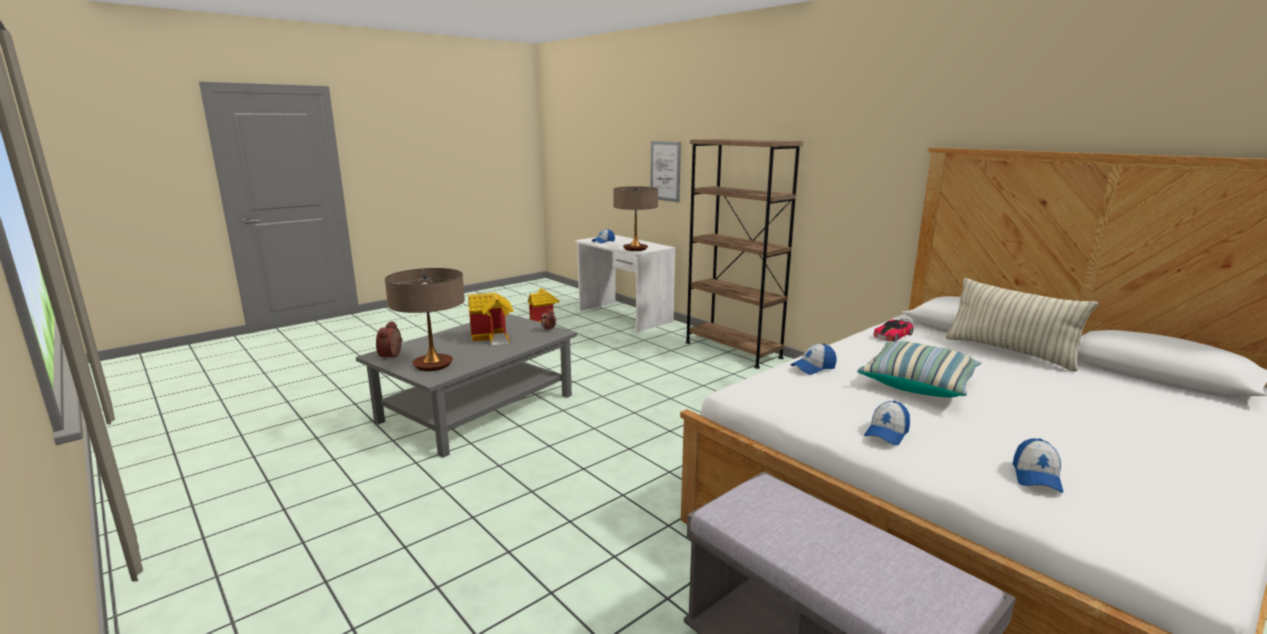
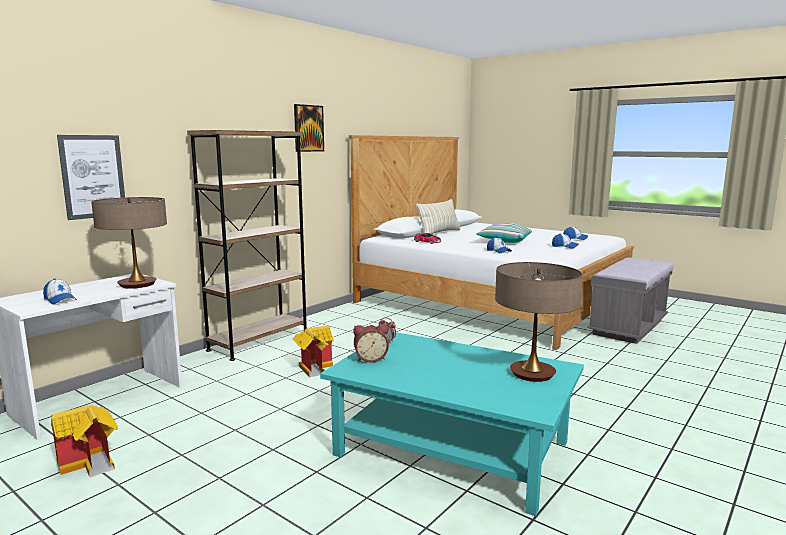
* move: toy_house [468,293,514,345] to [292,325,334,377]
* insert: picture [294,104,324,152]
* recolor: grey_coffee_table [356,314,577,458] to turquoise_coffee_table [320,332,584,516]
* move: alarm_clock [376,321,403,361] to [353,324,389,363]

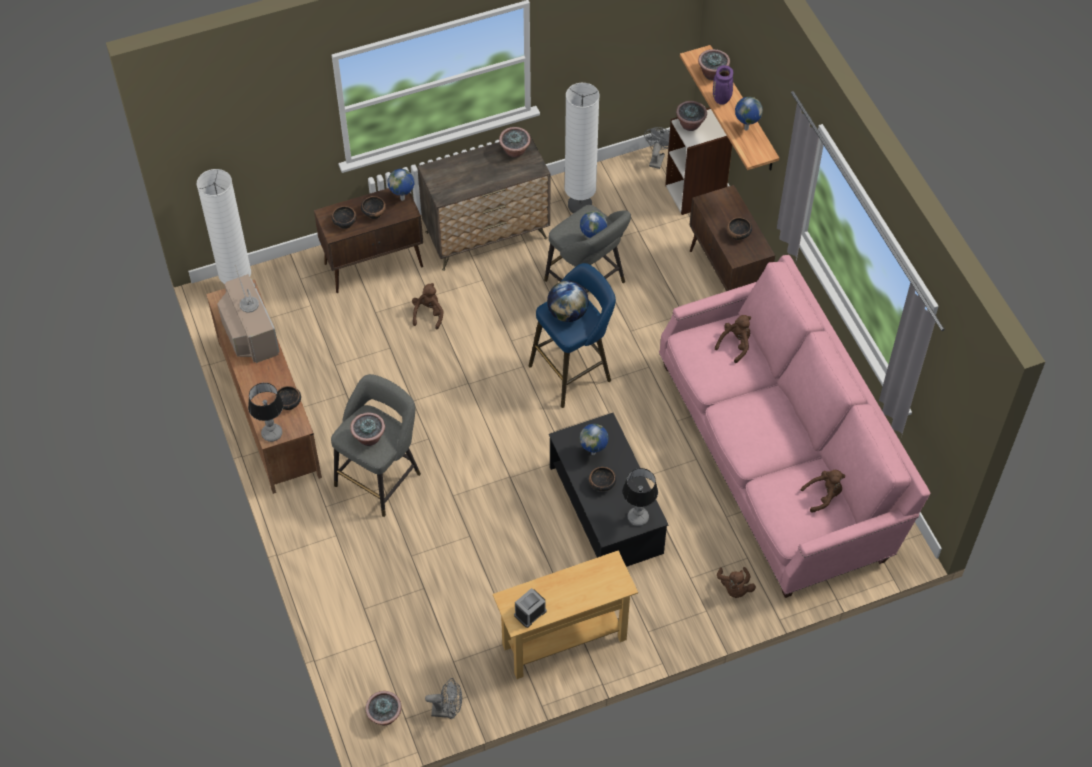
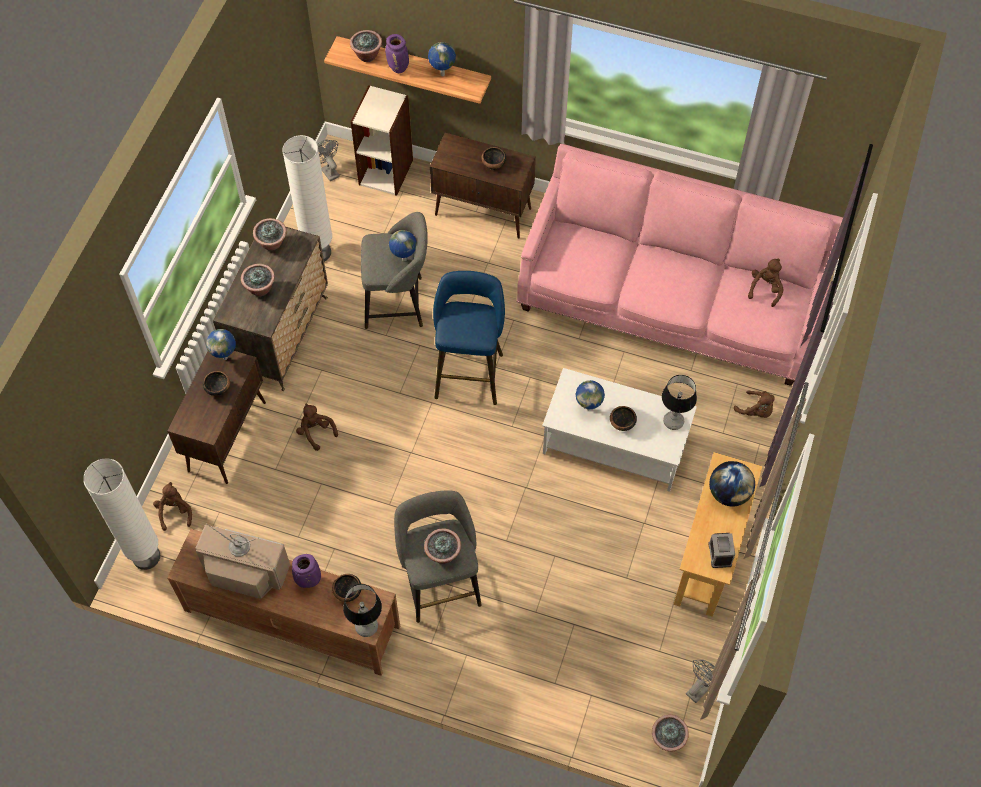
* move: brown_plush_toy [715,315,751,363] to [153,482,192,531]
* move: potted_plant [676,101,707,131] to [241,264,275,297]
* insert: purple_vase [292,554,321,588]
* recolor: black_coffee_table [549,413,669,567] to white_coffee_table [542,368,697,492]
* move: globe [547,281,589,322] to [709,461,755,506]
* delete: bowl [331,206,357,229]

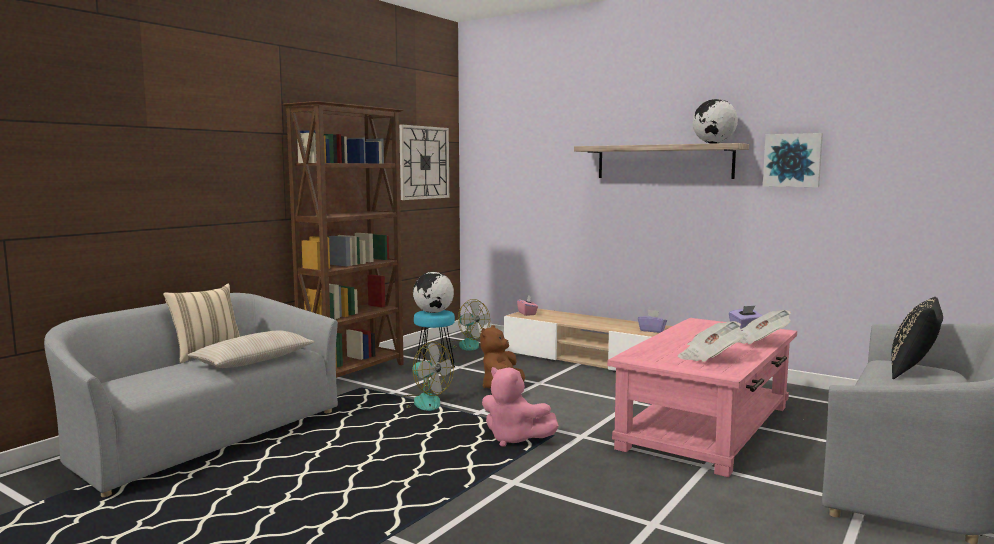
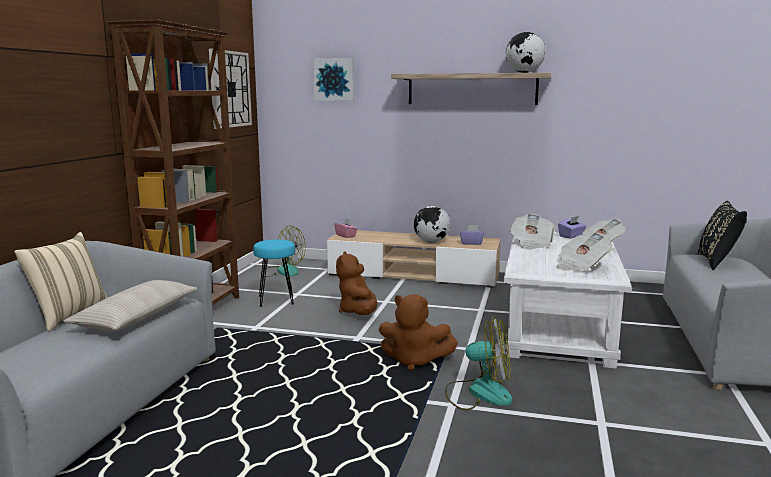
* move: picture [763,133,823,187] to [313,58,354,101]
* recolor: pink_plush_toy [482,367,559,447] to brown_plush_toy [379,294,458,370]
* move: globe [413,272,454,313] to [414,206,450,243]
* move: fan [402,341,454,411] to [445,316,512,410]
* recolor: pink_coffee_table [607,318,797,477] to white_coffee_table [504,232,632,369]
* insert: newspaper [510,214,556,250]

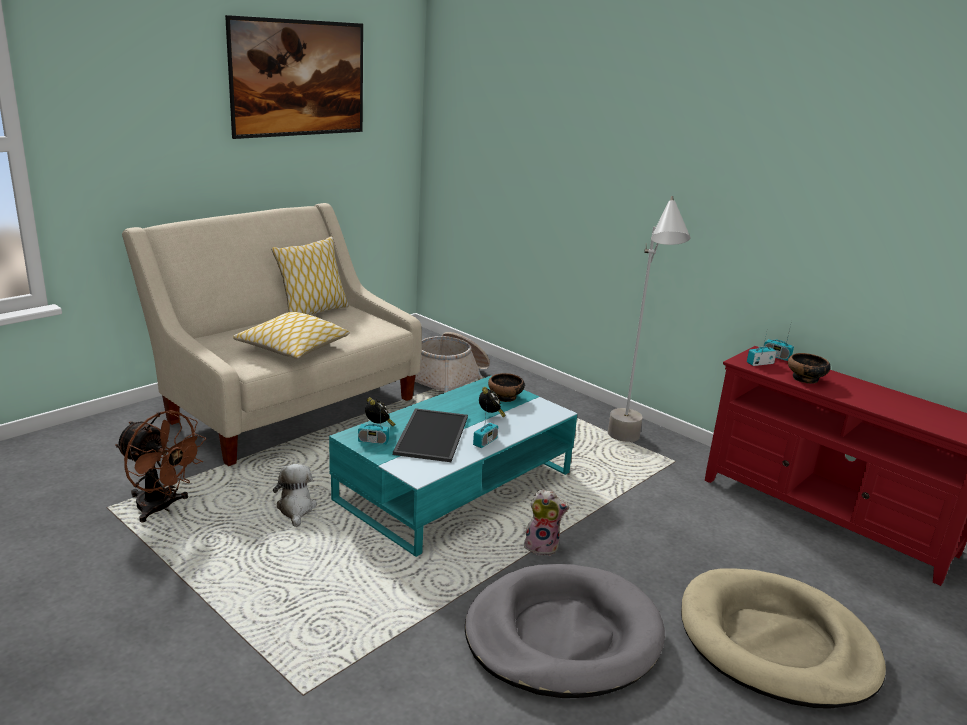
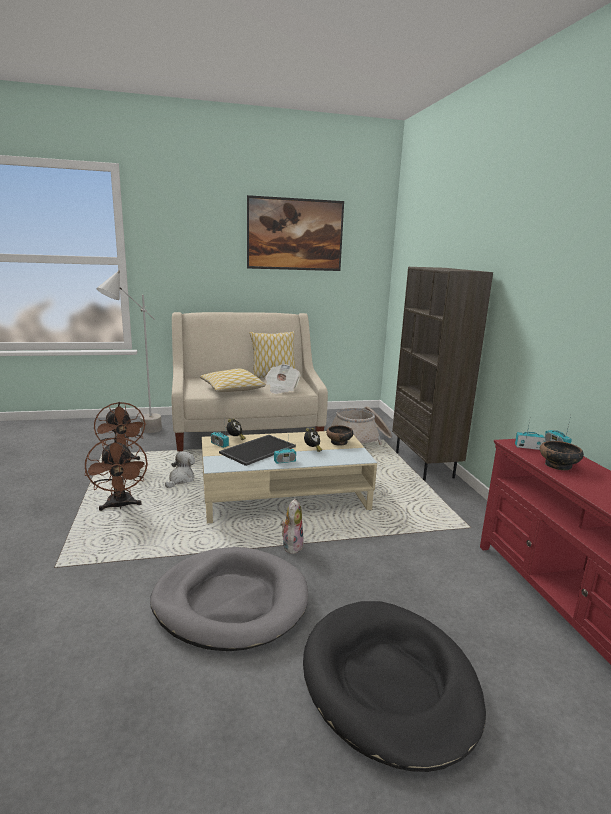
* insert: brown_fan [85,437,148,511]
* move: grey_floor_lamp [608,196,690,442] to [97,270,162,433]
* recolor: turquoise_coffee_table [329,376,577,557] to beige_coffee_table [202,431,377,523]
* insert: newspaper [265,364,301,394]
* rotate: plush_toy [524,489,570,556] = [281,499,304,554] 120 degrees counterclockwise
* recolor: beige_dog_bed [681,568,886,708] to black_dog_bed [303,601,486,772]
* insert: brown_bookcase [392,267,493,481]

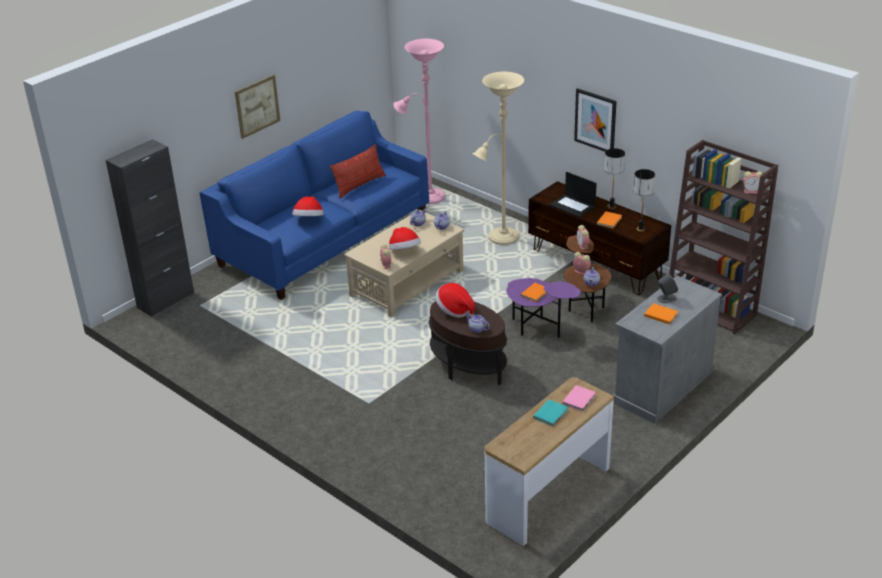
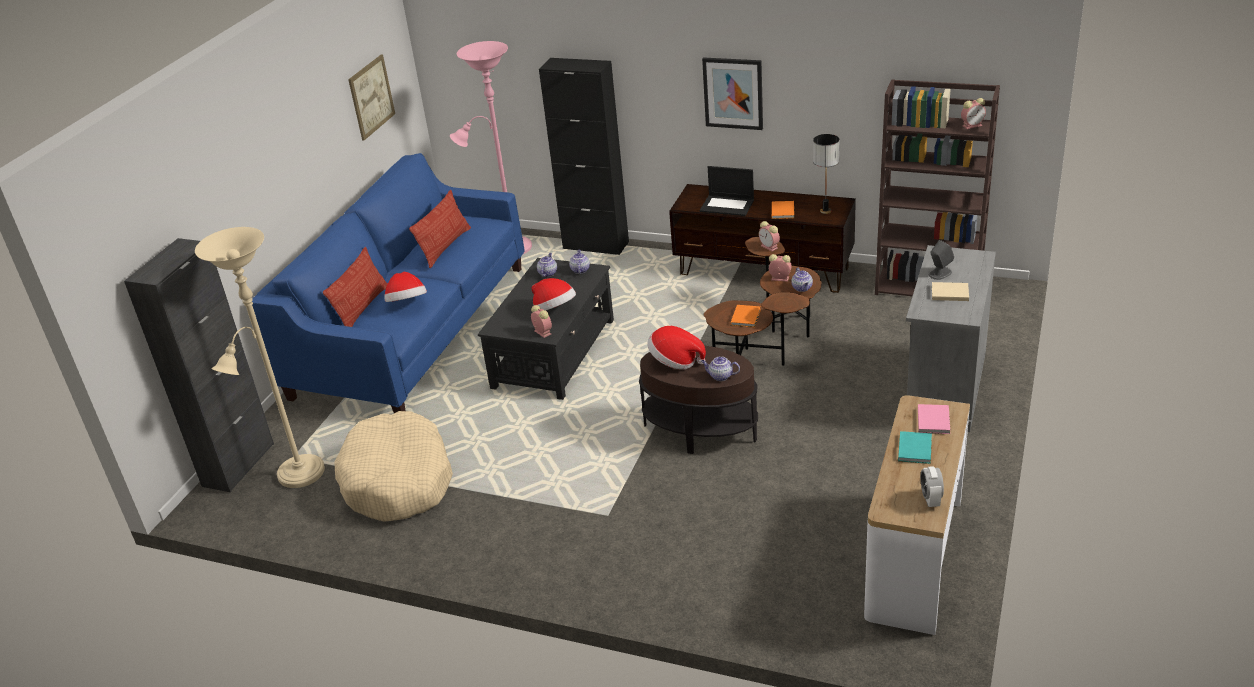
* move: beige_floor_lamp [472,72,524,245] to [195,227,325,488]
* insert: pillow [323,247,387,327]
* insert: beige_dog_bed [334,411,453,522]
* move: picture [235,75,280,139] to [348,55,395,140]
* recolor: beige_coffee_table [344,210,464,317] to black_coffee_table [478,258,614,400]
* insert: black_cabinet [539,58,629,255]
* recolor: purple_side_table [506,278,581,338] to brown_side_table [703,292,810,366]
* insert: alarm_clock [921,466,944,507]
* recolor: orange_book [644,303,678,324] to beige_book [932,282,969,301]
* delete: table_lamp [604,148,625,209]

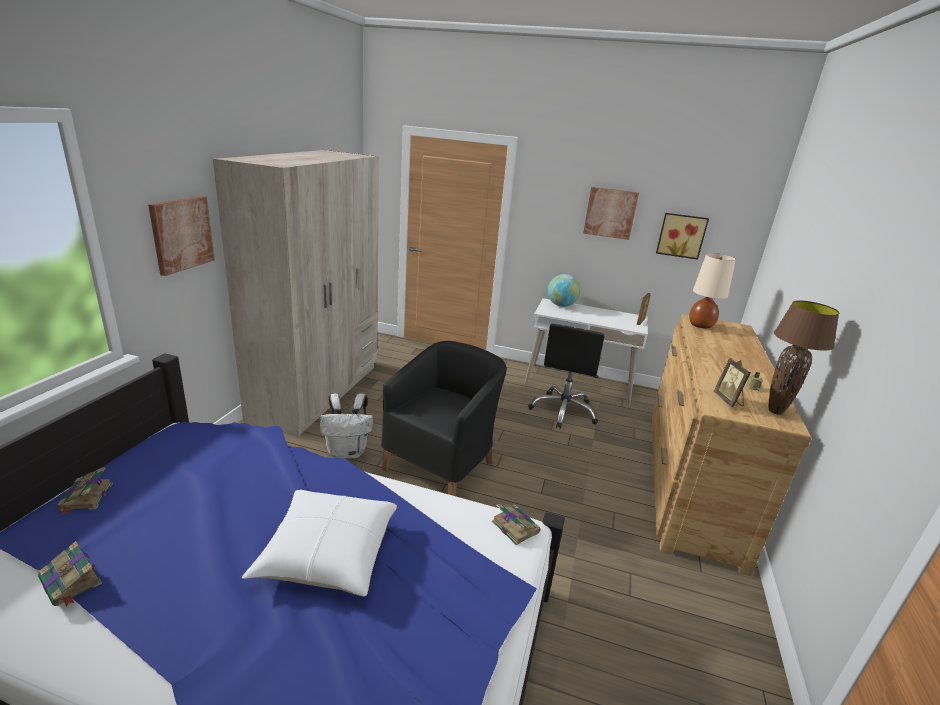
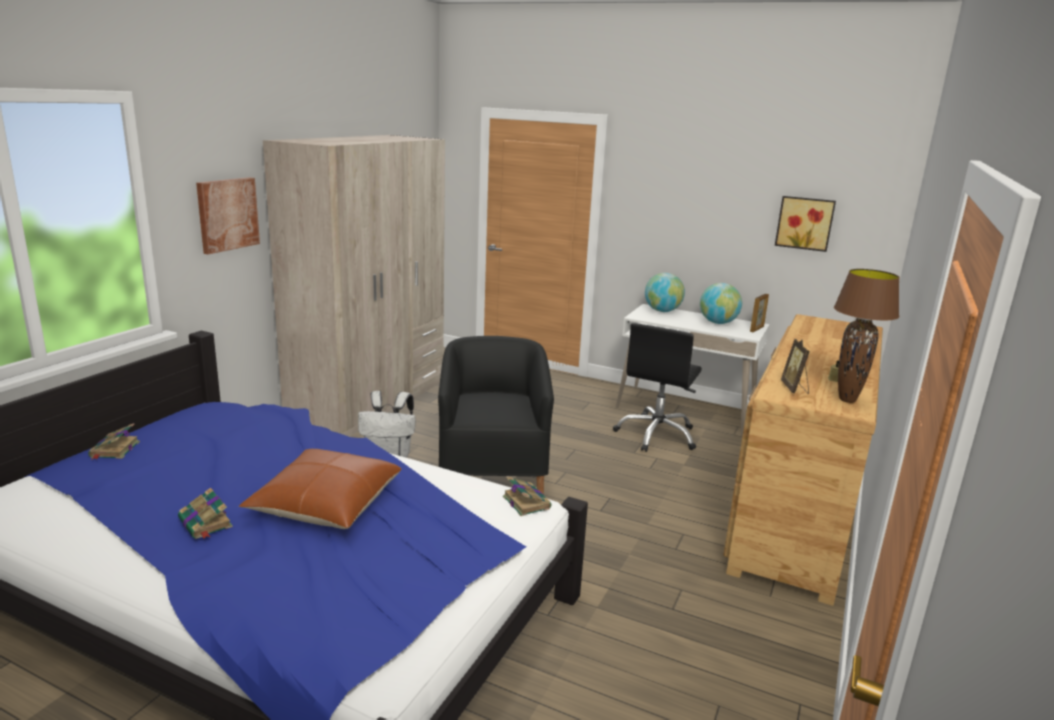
* move: book [38,541,102,607] to [178,488,233,539]
* recolor: white_pillow [242,490,397,596] to brown_pillow [239,449,401,529]
* rotate: black_armchair [381,341,507,496] = [438,336,554,495] 45 degrees counterclockwise
* insert: globe [700,283,742,324]
* delete: picture [583,187,639,240]
* delete: beige_table_lamp [689,253,736,329]

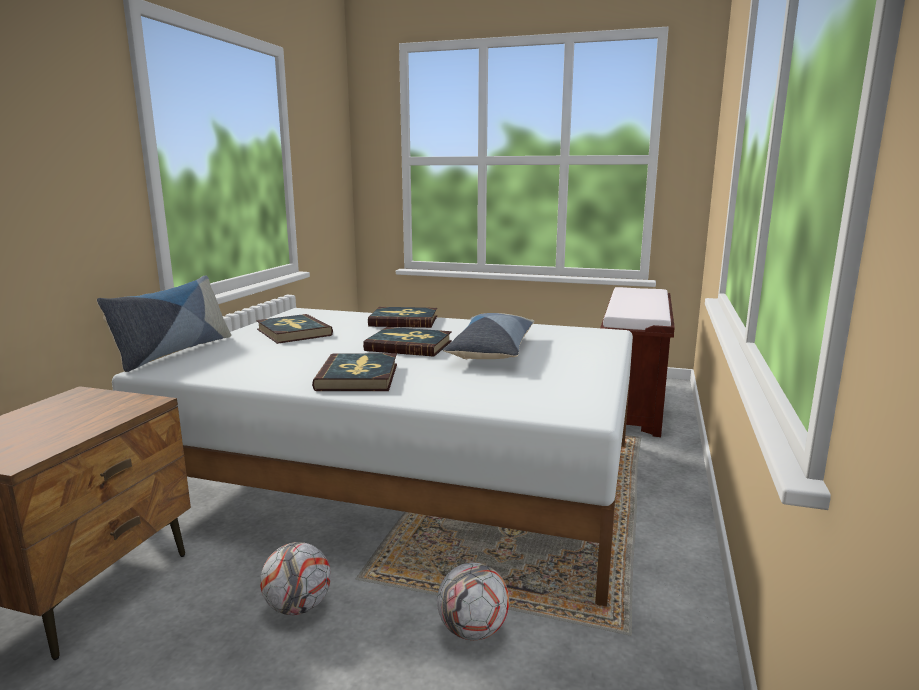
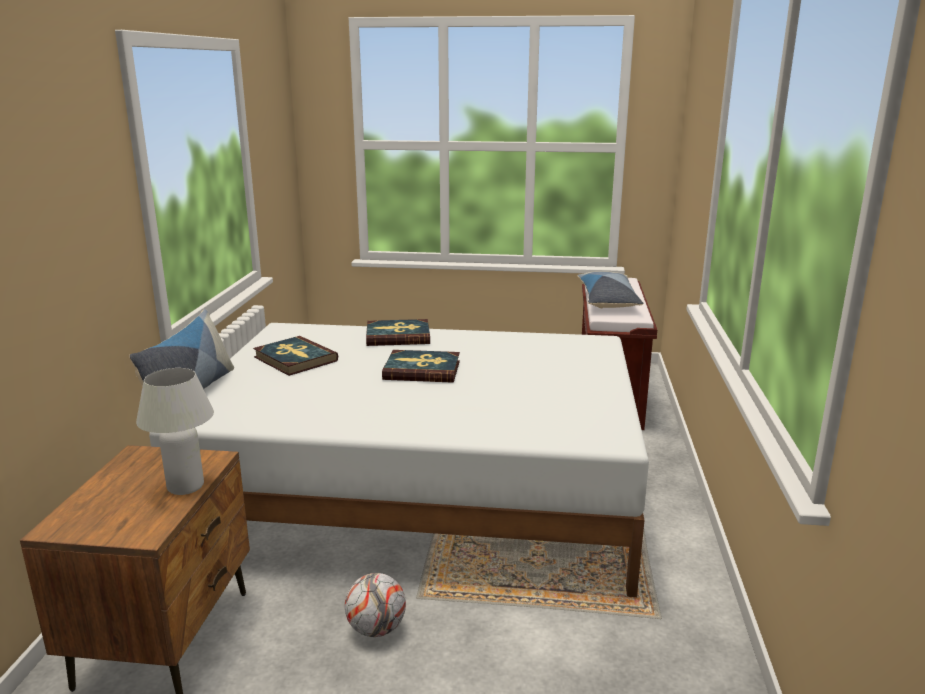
* insert: white_table_lamp [136,368,214,495]
* move: pillow [442,313,534,359] to [578,271,643,308]
* delete: book [312,353,397,391]
* delete: football [437,562,509,640]

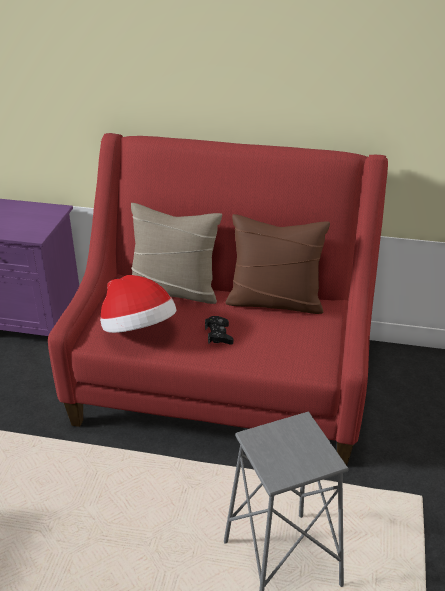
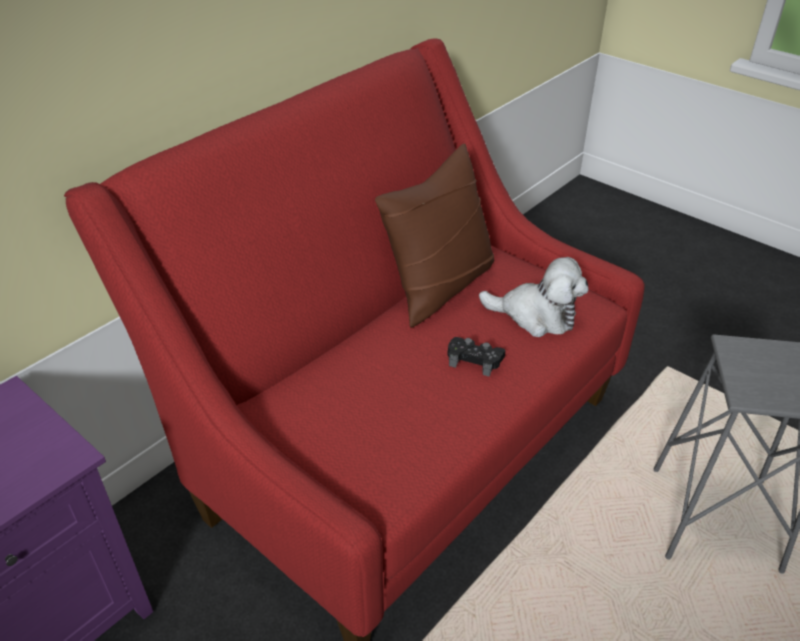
* insert: plush_toy [479,257,589,337]
* delete: hat [100,275,176,333]
* delete: beige_pillow [131,203,222,304]

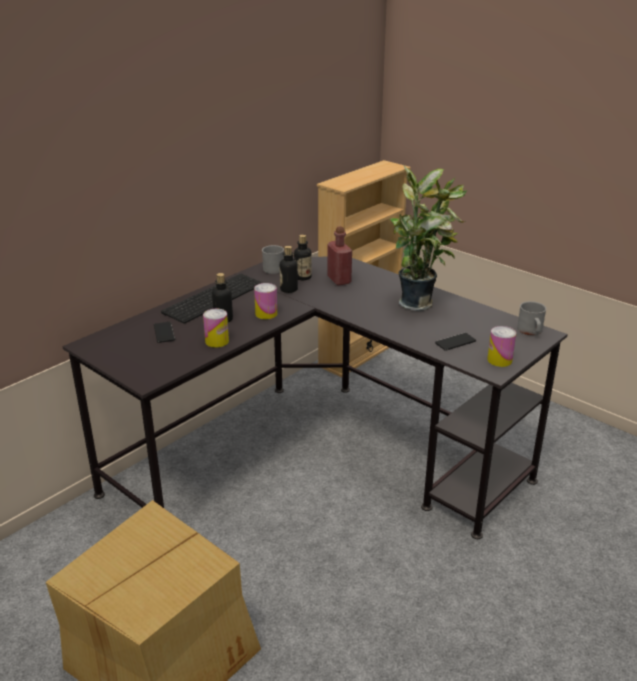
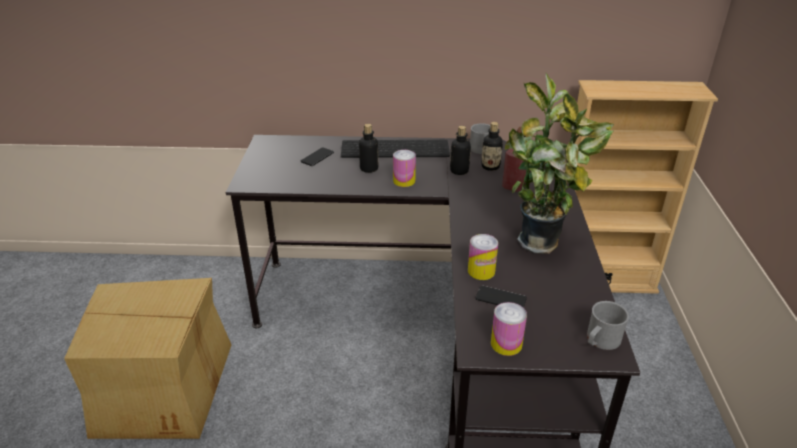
* move: can [203,309,229,348] to [468,234,498,280]

